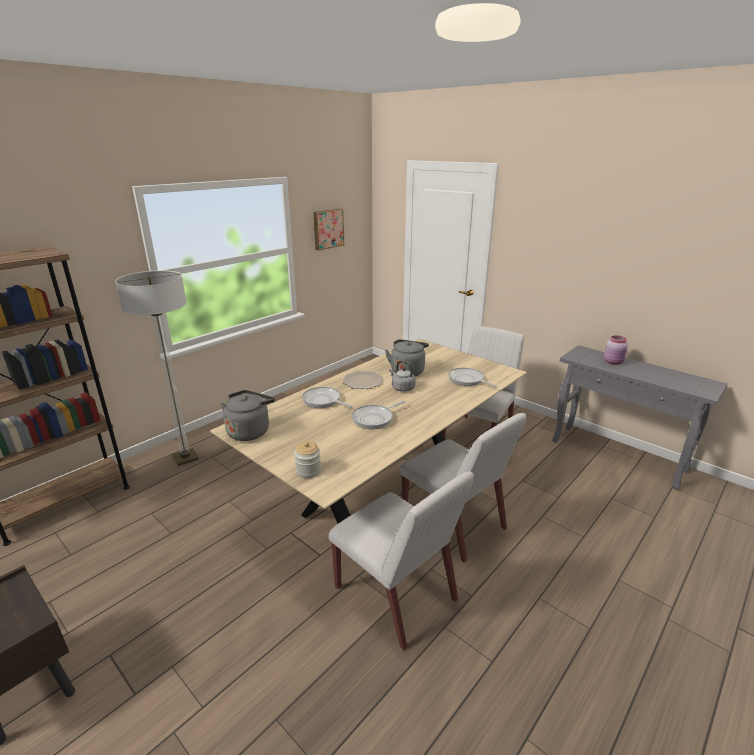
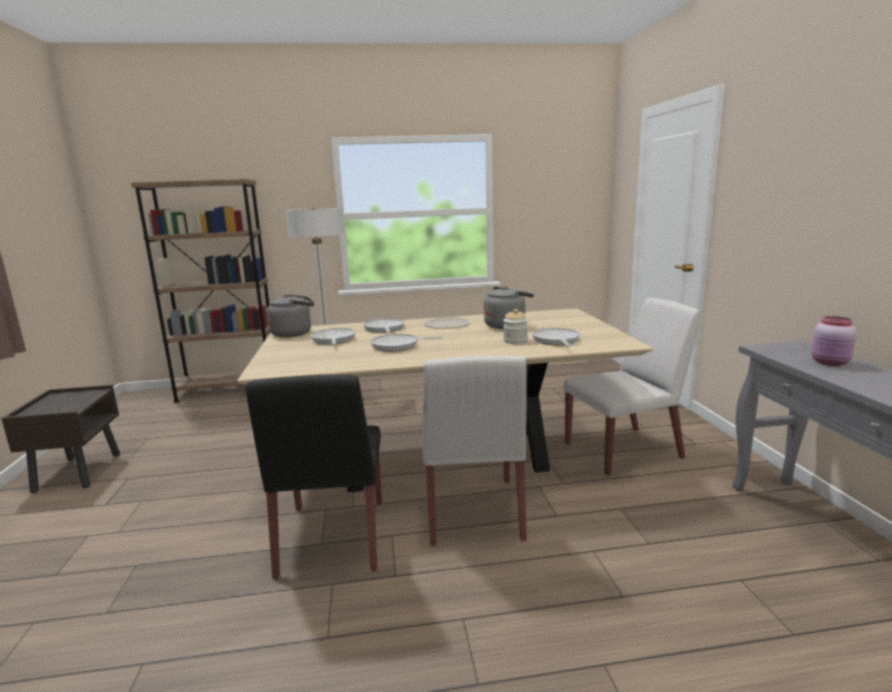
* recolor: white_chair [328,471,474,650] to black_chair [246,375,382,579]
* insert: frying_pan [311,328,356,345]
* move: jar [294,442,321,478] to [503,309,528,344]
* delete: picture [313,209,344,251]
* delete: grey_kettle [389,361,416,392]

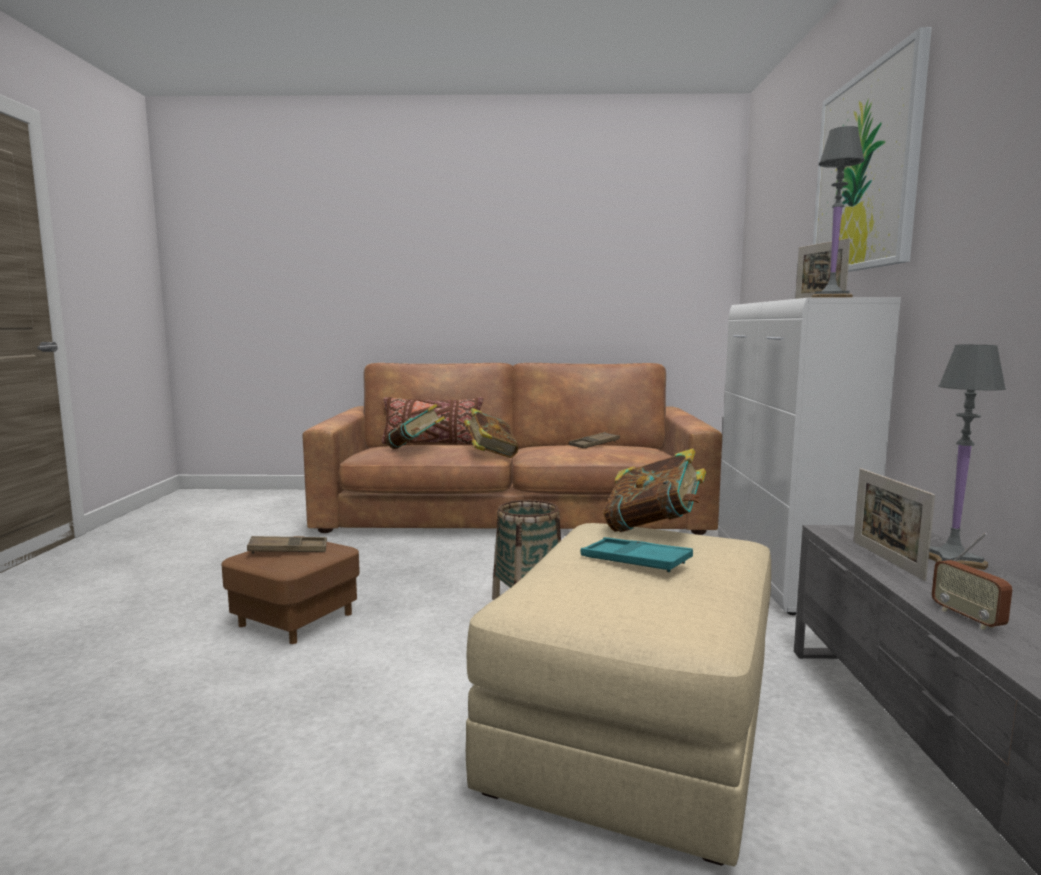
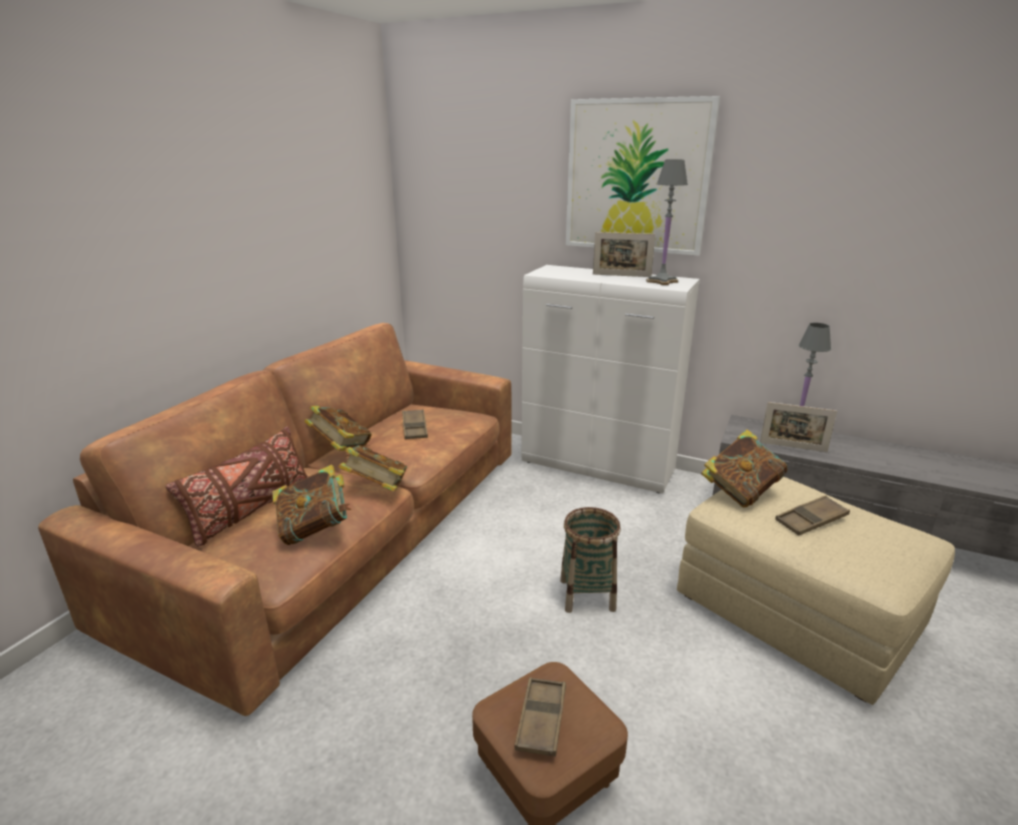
* insert: book [305,406,372,451]
* recolor: turquoise_tray [581,537,693,572] to brown_tray [775,495,850,536]
* delete: radio [932,533,1013,629]

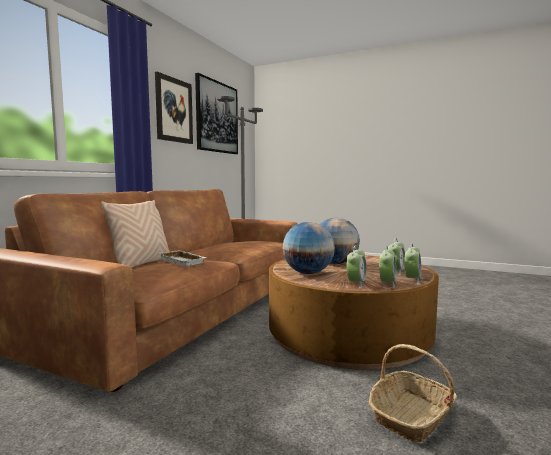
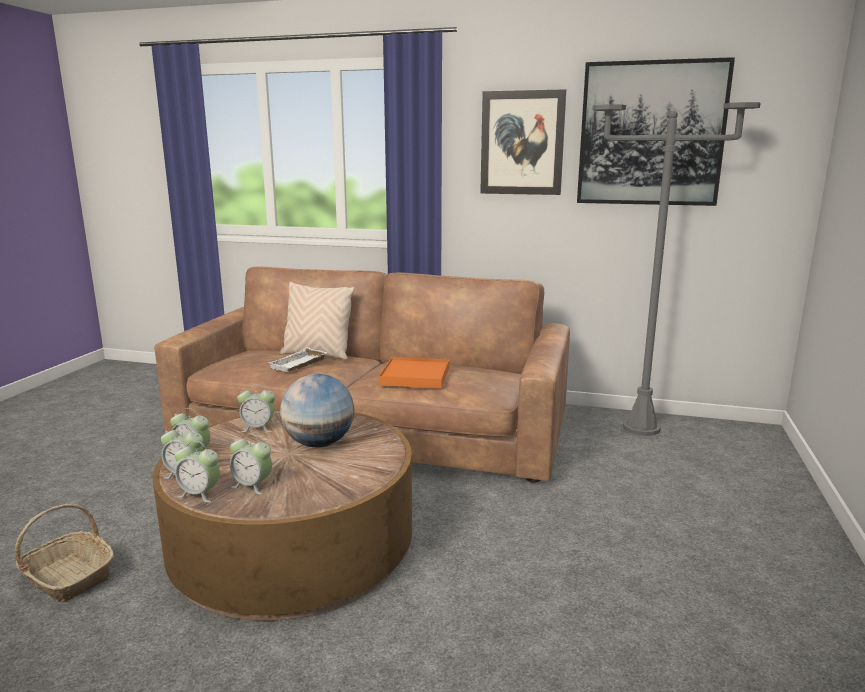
* replace: globe [283,222,335,274] to alarm_clock [237,385,275,432]
* insert: orange_tray [379,357,449,389]

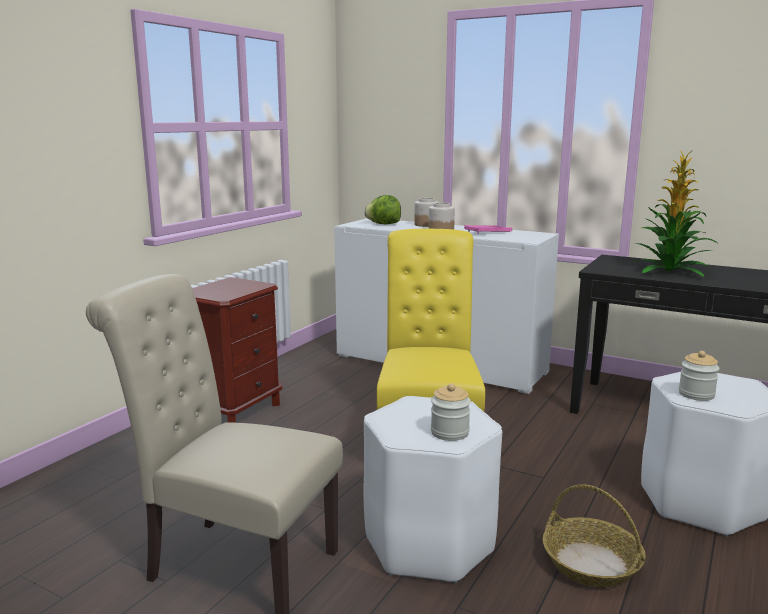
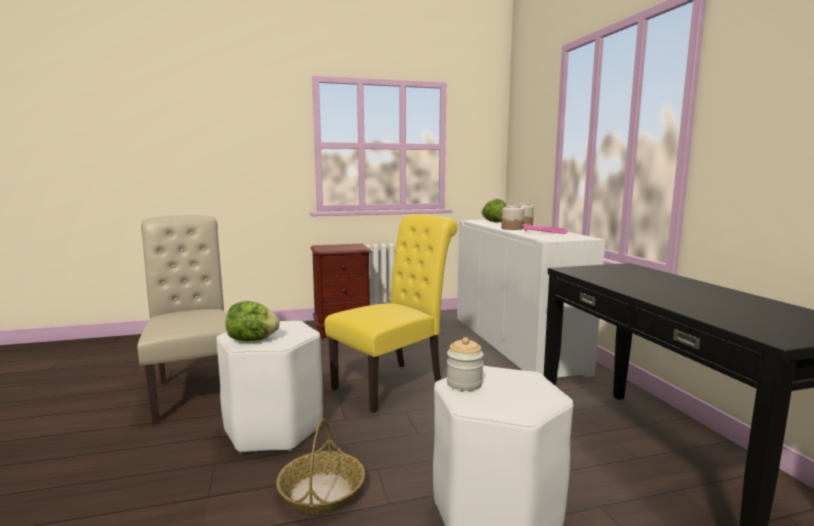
* replace: jar [431,383,471,441] to lettuce [226,301,280,341]
* delete: potted_plant [633,151,719,277]

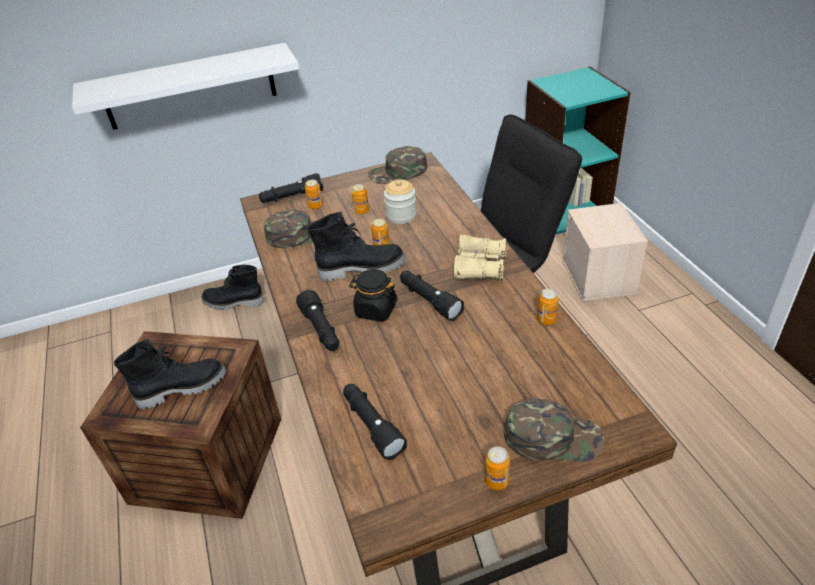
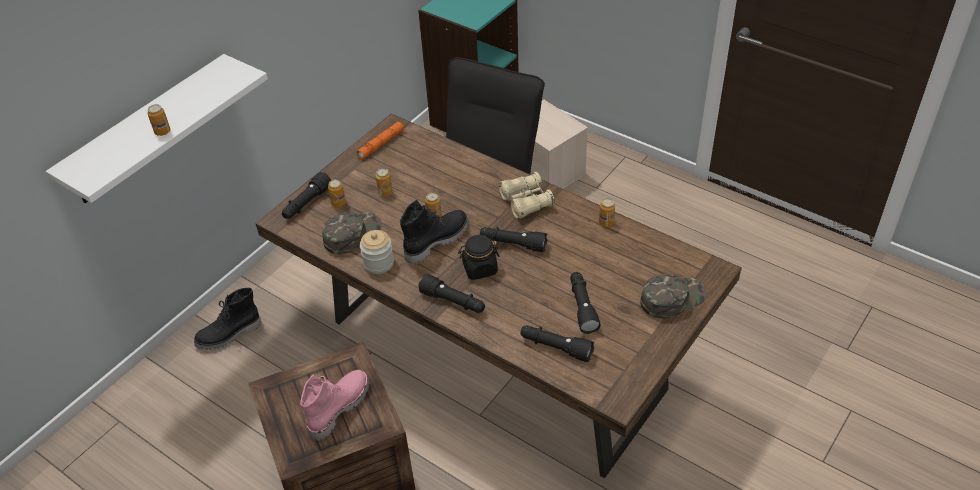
* move: can [485,446,510,490] to [147,104,170,136]
* recolor: black_boot [114,339,226,410] to pink_boot [300,370,370,441]
* replace: green_cap [368,146,427,184] to orange_flashlight [357,121,405,159]
* move: jar [384,179,417,224] to [360,230,394,274]
* insert: black_flashlight [570,272,601,334]

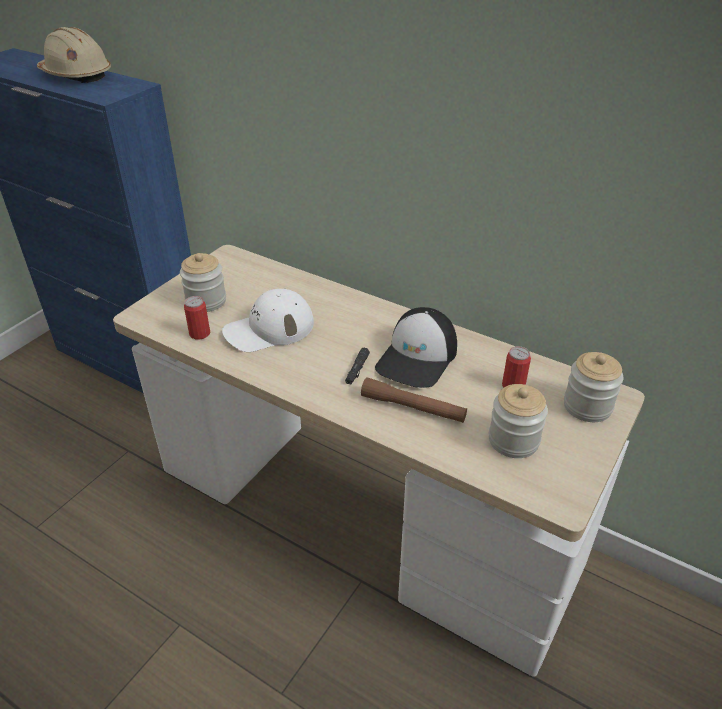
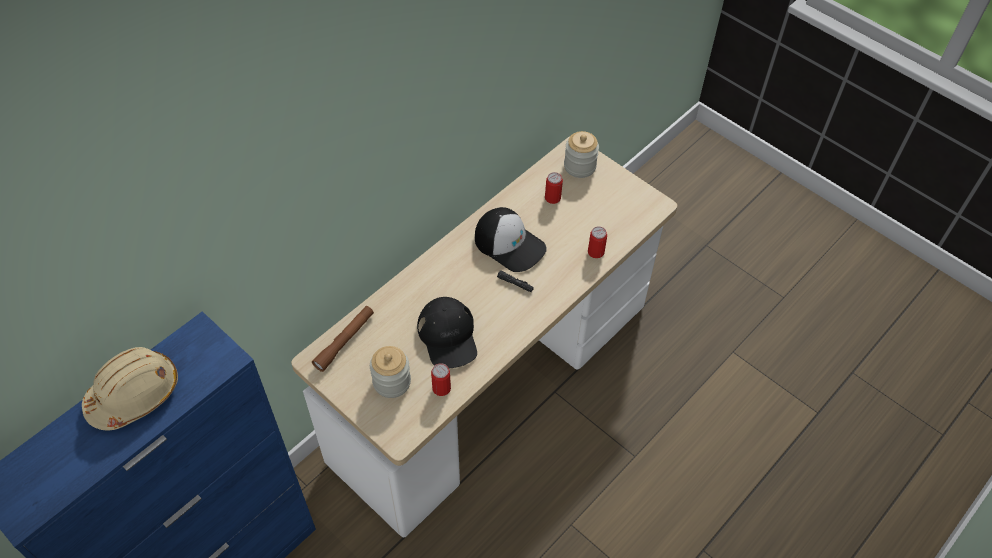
* move: brown_flashlight [361,377,467,423] to [312,306,374,372]
* recolor: white_cap [222,288,314,352] to black_cap [417,297,477,368]
* insert: can [588,226,607,258]
* delete: jar [489,384,548,458]

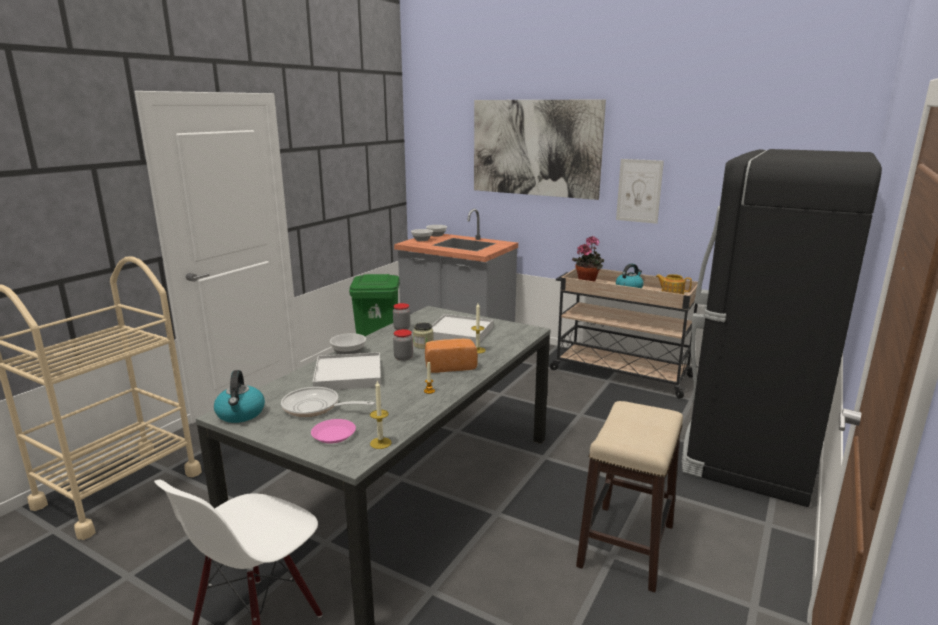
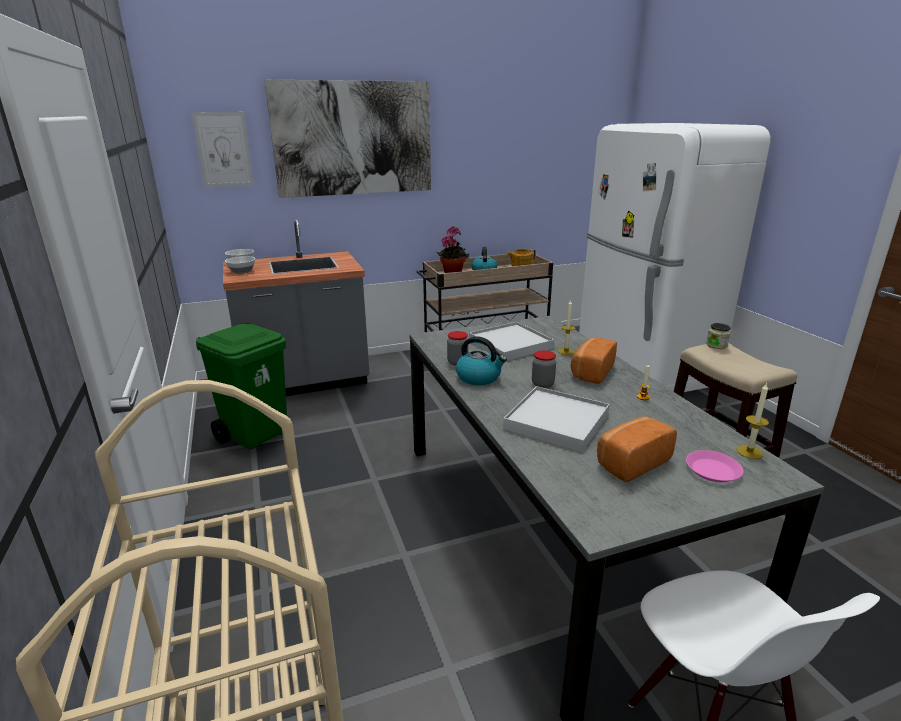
* move: picture [616,159,664,224] to [191,112,254,188]
* move: kettle [214,370,265,423] to [456,336,507,385]
* recolor: black_fridge [682,149,882,507] to white_fridge [579,123,771,392]
* replace: frying_pan [281,387,375,417] to bread [597,416,677,482]
* move: jar [413,323,433,349] to [706,323,731,349]
* delete: bowl [330,333,366,355]

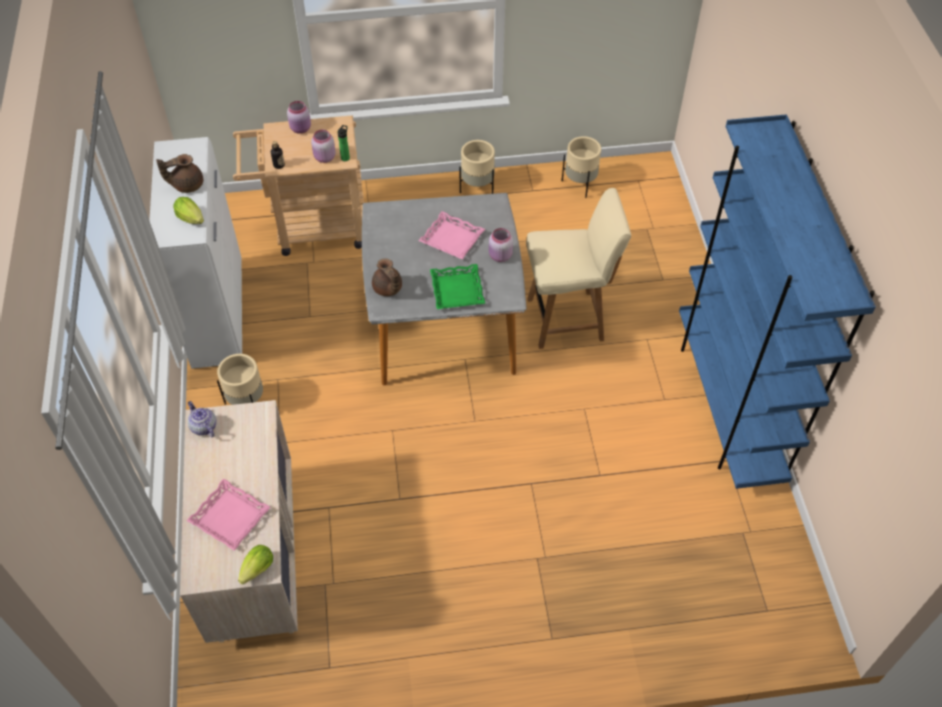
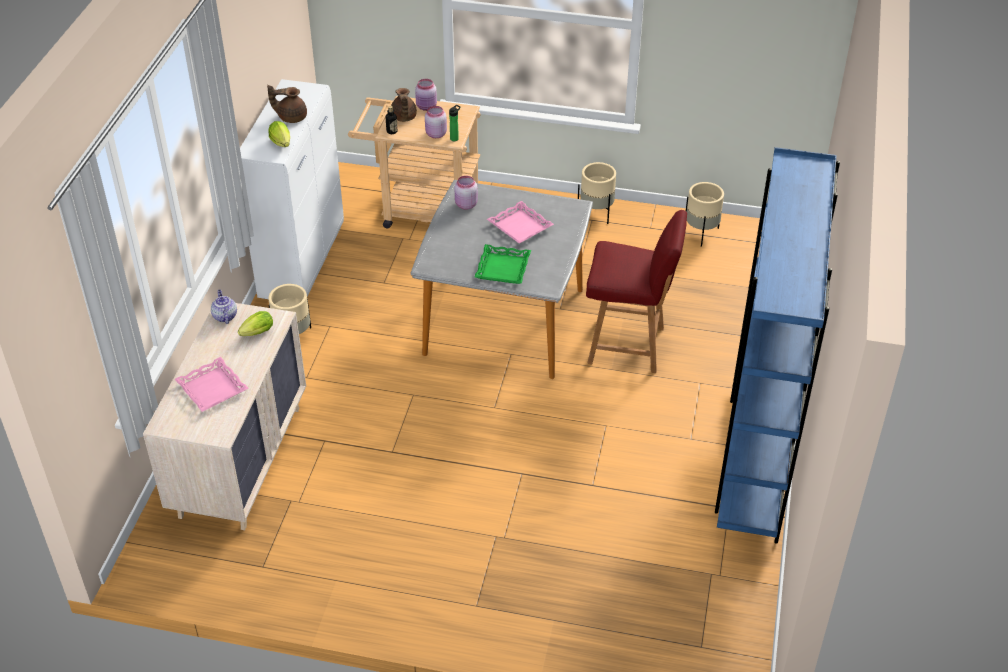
* move: lettuce [238,545,273,585] to [238,311,273,336]
* move: brown_teapot [372,258,402,296] to [391,88,417,122]
* move: pink_jar [489,228,513,262] to [455,176,478,210]
* recolor: beige_chair [526,188,631,349] to red_chair [586,210,687,373]

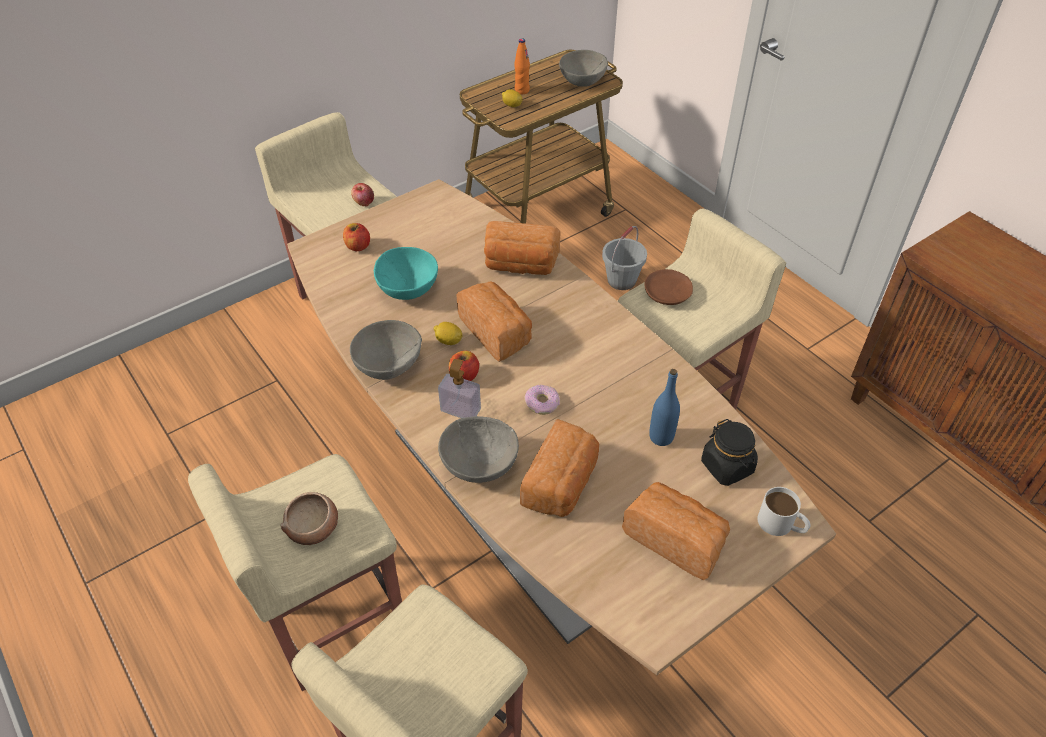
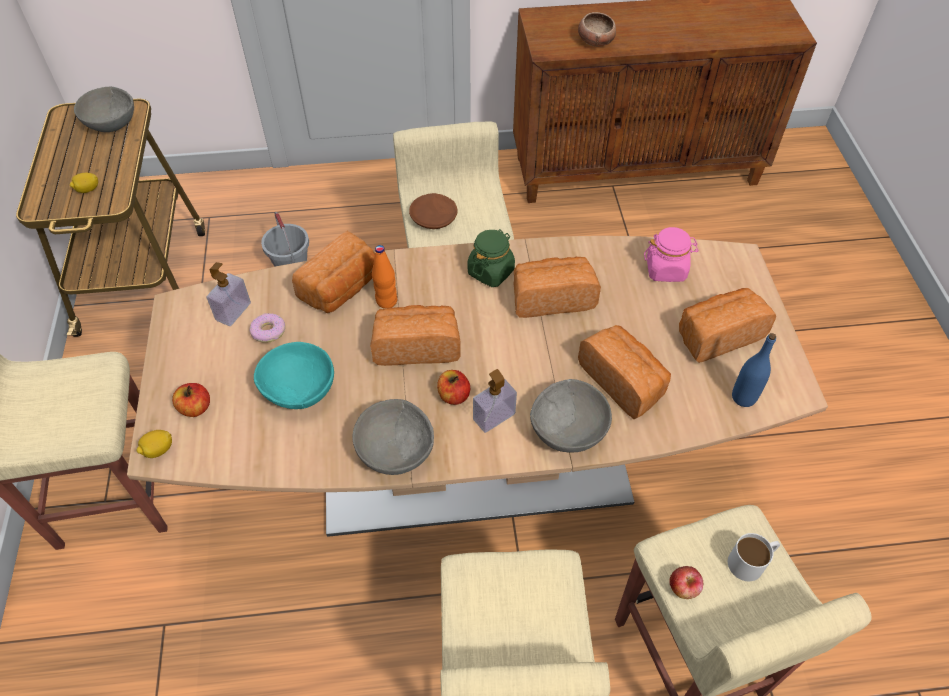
* move: lemon [434,322,462,345] to [136,430,172,458]
* insert: soap_dispenser [207,262,251,326]
* move: donut [524,385,560,415] to [249,313,286,343]
* move: orange_bottle [514,38,530,94] to [372,245,397,309]
* insert: green_jar [468,229,515,287]
* insert: bread [513,257,601,318]
* move: bowl [280,492,338,545] to [578,12,616,47]
* recolor: black_jar [701,419,758,486] to pink_jar [644,227,699,282]
* move: apple [351,183,374,207] to [669,566,703,599]
* move: white_mug [758,487,811,536] to [728,533,780,581]
* move: blue_bottle [649,369,680,446] to [732,333,776,407]

